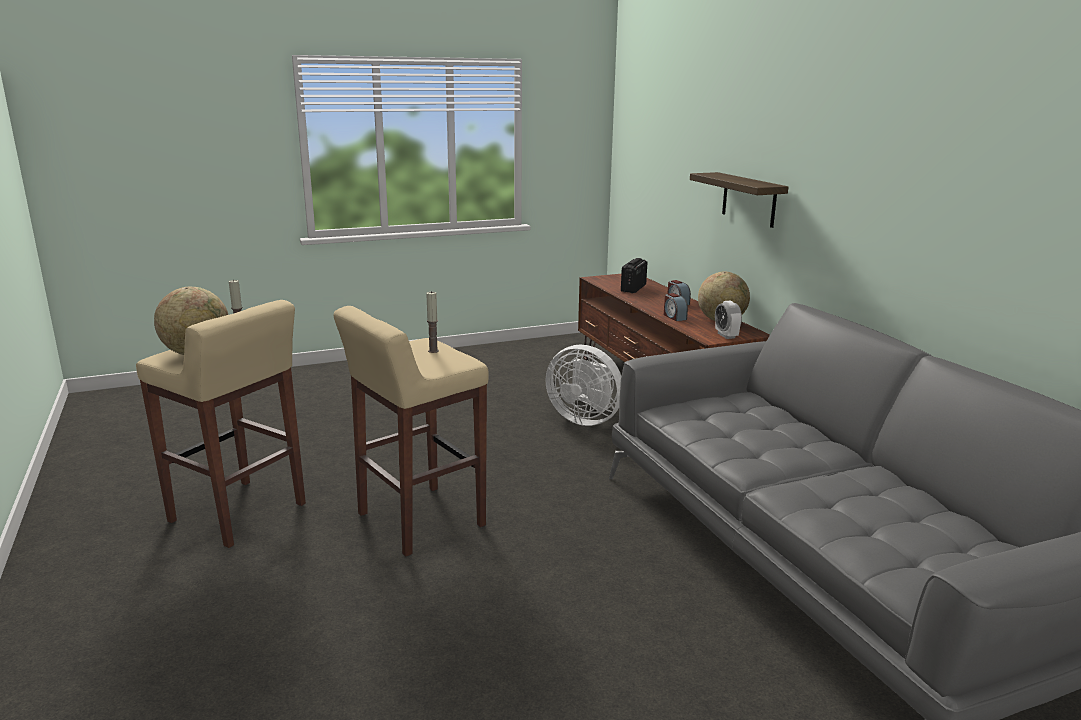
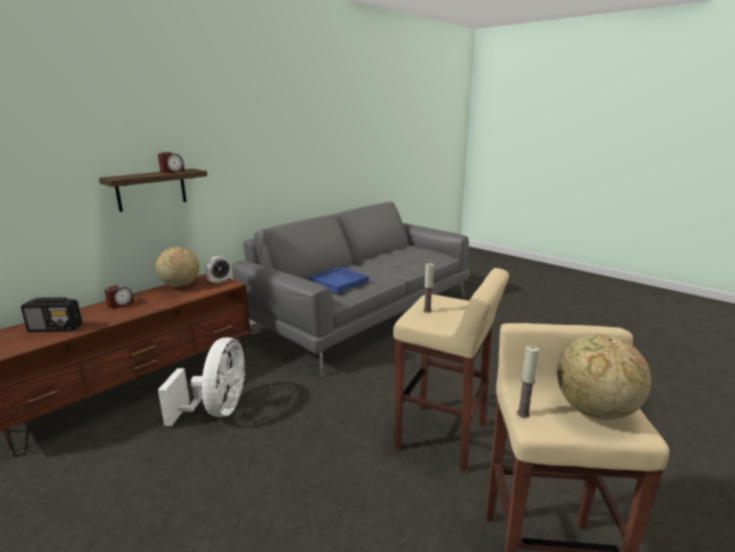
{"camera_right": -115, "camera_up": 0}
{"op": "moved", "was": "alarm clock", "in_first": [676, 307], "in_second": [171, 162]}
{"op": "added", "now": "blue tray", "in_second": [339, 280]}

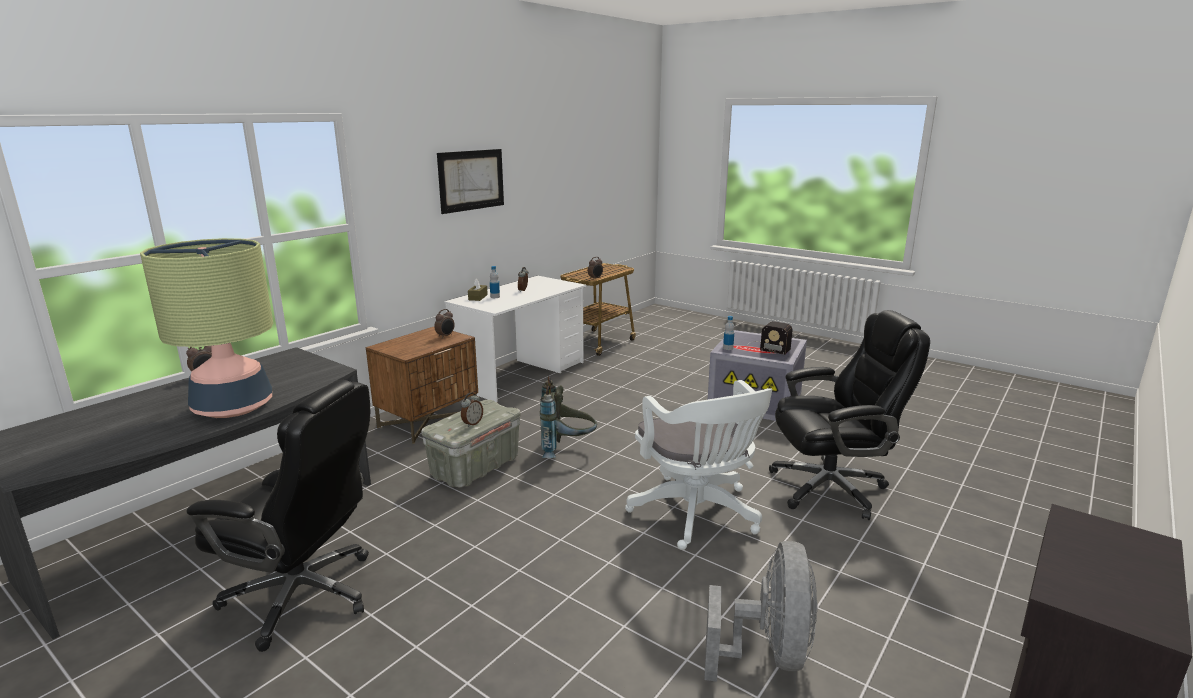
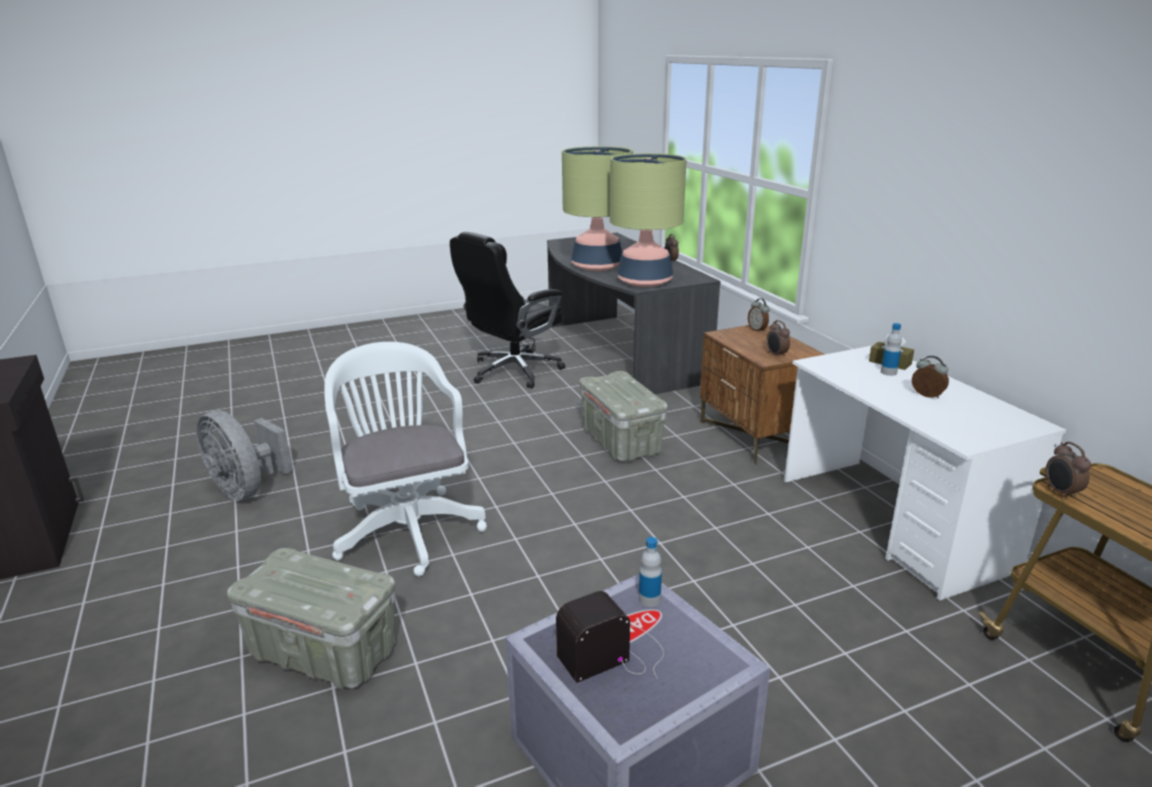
{"camera_right": 120, "camera_up": 5}
{"op": "removed", "was": "picture", "in_first": [470, 181]}
{"op": "moved", "was": "alarm clock", "in_first": [472, 410], "in_second": [759, 315]}
{"op": "removed", "was": "grey backpack", "in_first": [568, 417]}
{"op": "turned", "was": "white office chair", "in_first": [698, 465], "in_second": [405, 459], "clockwise": 60}
{"op": "replaced", "was": "black office chair", "now": "grey storage box", "in_first": [849, 415], "in_second": [311, 618]}
{"op": "added", "now": "table lamp", "in_second": [648, 220]}

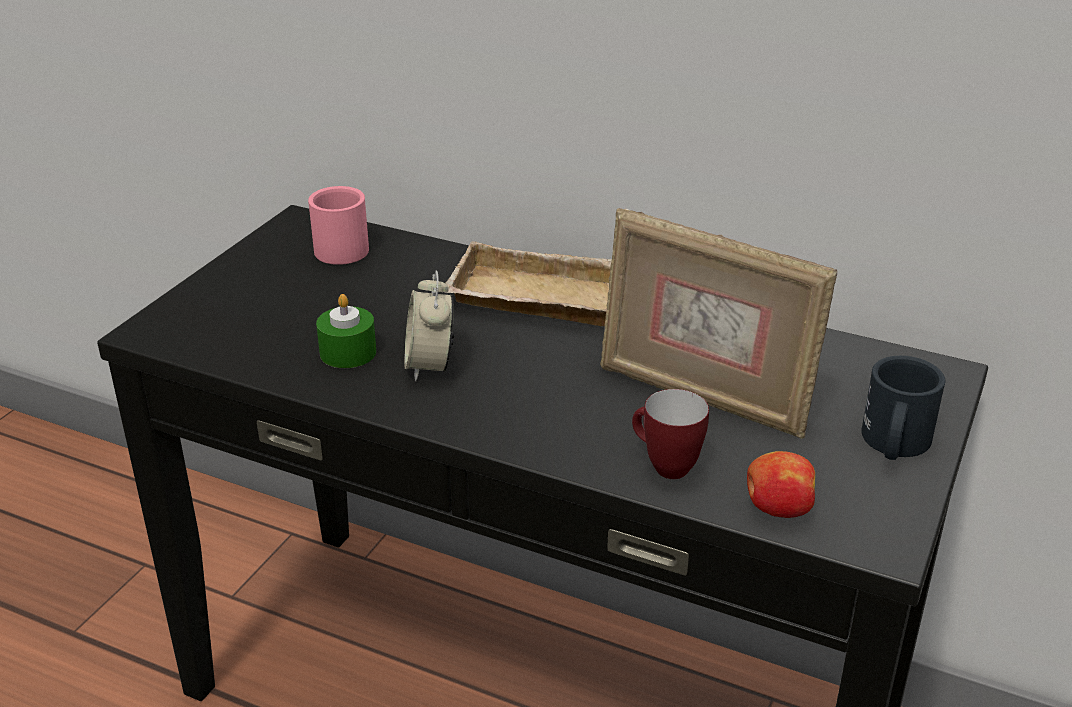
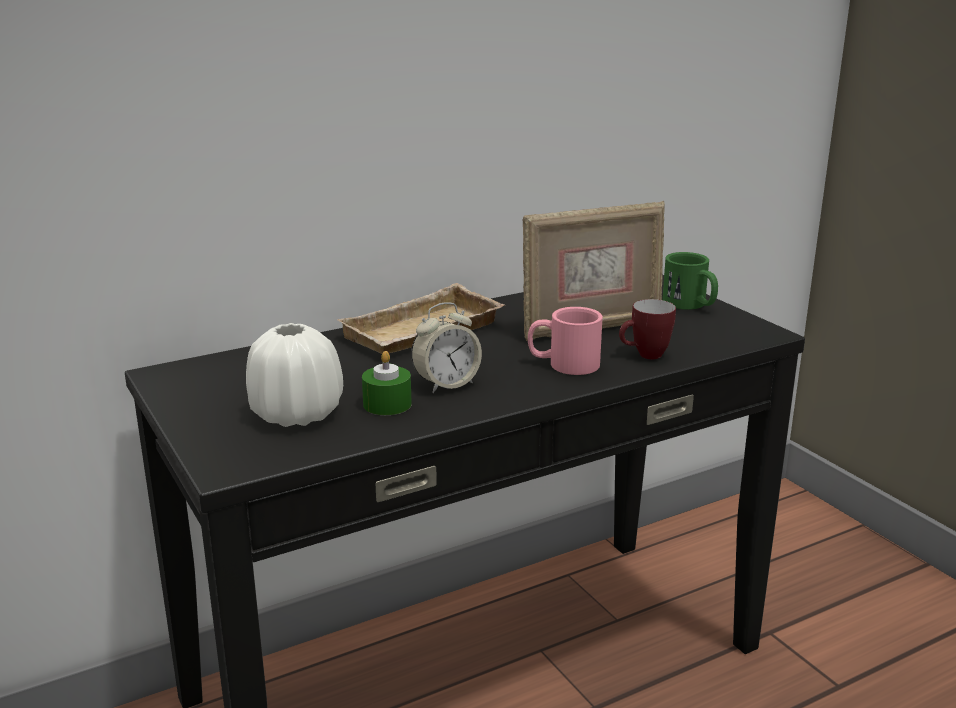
{"camera_right": -55, "camera_up": -10}
{"op": "moved", "was": "pink mug", "in_first": [338, 225], "in_second": [565, 341]}
{"op": "turned", "was": "alarm clock", "in_first": [429, 326], "in_second": [446, 347], "clockwise": -60}
{"op": "removed", "was": "apple", "in_first": [781, 484]}
{"op": "recoloured", "was": "black mug", "now": "green mug", "in_first": [903, 408], "in_second": [690, 280]}
{"op": "added", "now": "white vase", "in_second": [294, 375]}

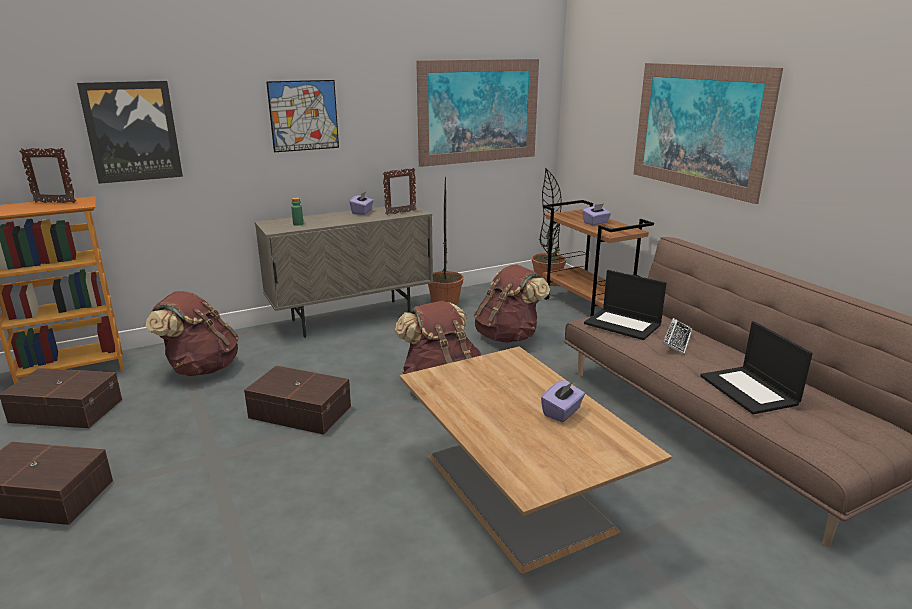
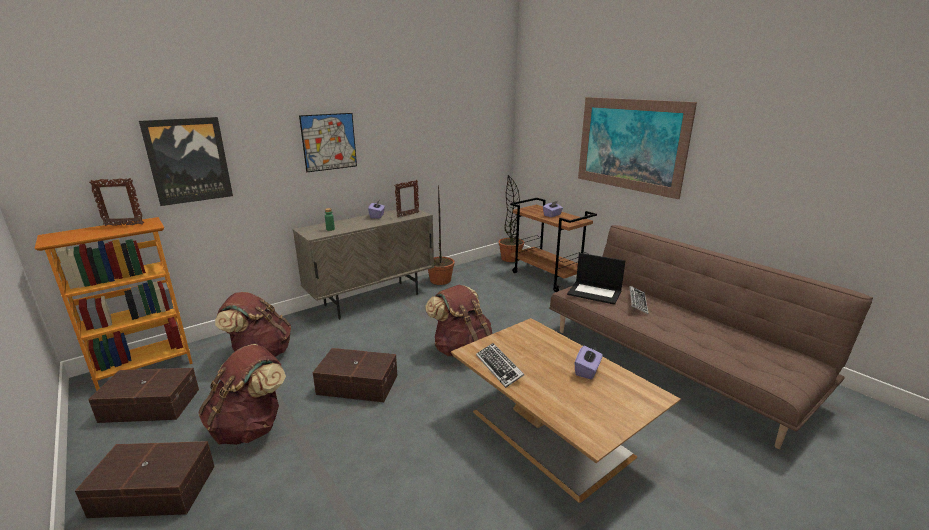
{"camera_right": -10, "camera_up": 0}
{"op": "removed", "was": "picture", "in_first": [477, 113]}
{"op": "moved", "was": "brown backpack", "in_first": [512, 303], "in_second": [242, 394]}
{"op": "removed", "was": "laptop", "in_first": [756, 367]}
{"op": "added", "now": "keyboard", "in_second": [500, 365]}

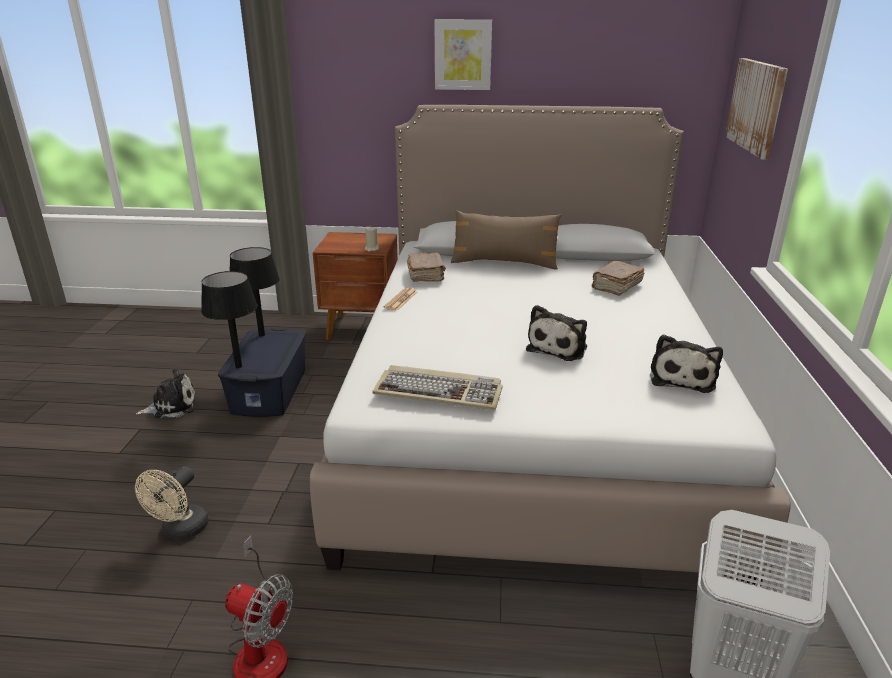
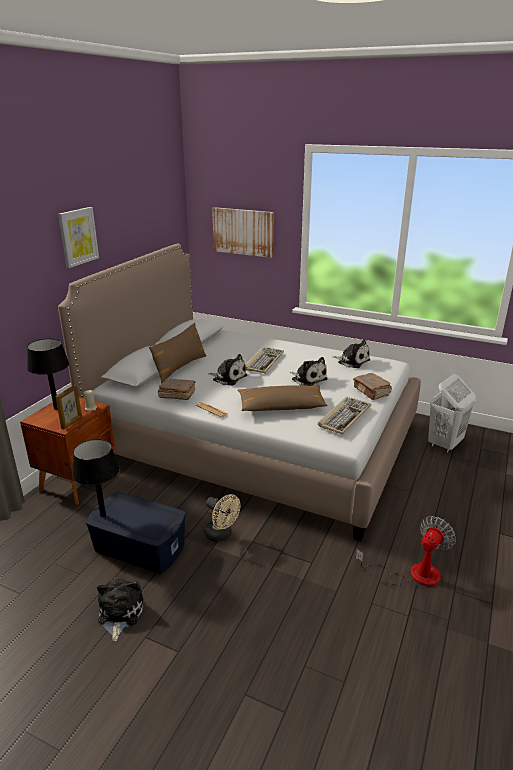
{"camera_right": -70, "camera_up": 0}
{"op": "moved", "was": "beige fan", "in_first": [172, 503], "in_second": [222, 518]}
{"op": "moved", "was": "black table lamp", "in_first": [229, 319], "in_second": [48, 374]}
{"op": "moved", "was": "brown book", "in_first": [618, 278], "in_second": [372, 386]}
{"op": "added", "now": "picture frame", "in_second": [69, 407]}
{"op": "added", "now": "plush toy", "in_second": [227, 369]}
{"op": "added", "now": "brown pillow", "in_second": [283, 398]}
{"op": "added", "now": "keyboard", "in_second": [264, 360]}

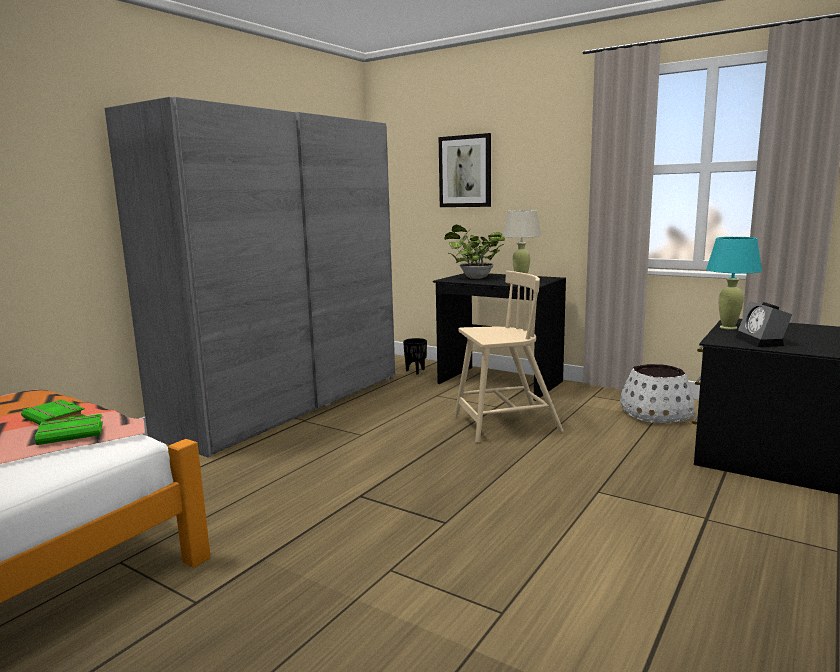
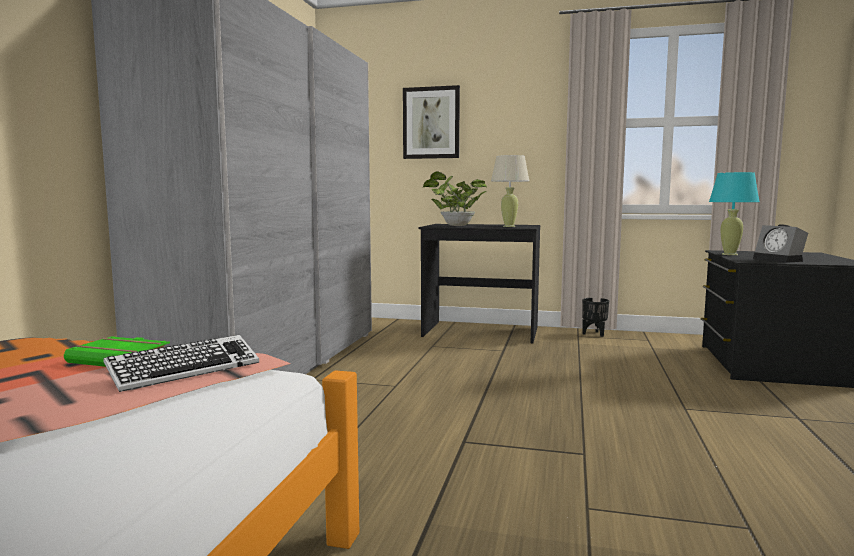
{"camera_right": -20, "camera_up": -5}
{"op": "replaced", "was": "green book", "now": "keyboard", "in_first": [69, 429], "in_second": [181, 363]}
{"op": "moved", "was": "black planter", "in_first": [415, 356], "in_second": [595, 317]}
{"op": "removed", "was": "beige chair", "in_first": [509, 357]}
{"op": "removed", "was": "white planter", "in_first": [657, 393]}

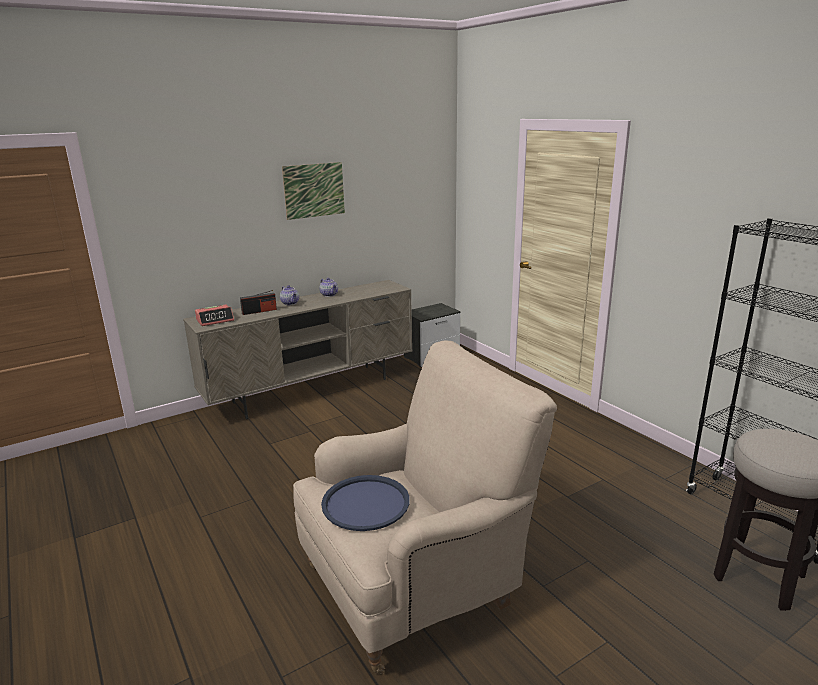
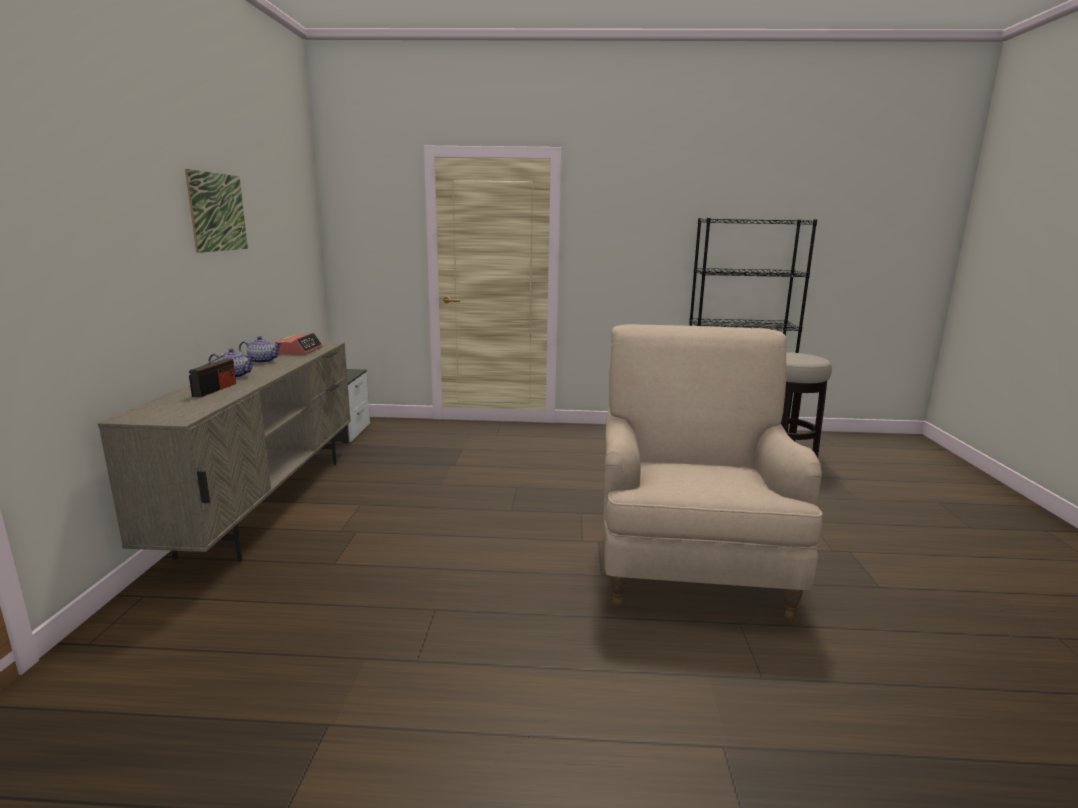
{"camera_right": -55, "camera_up": -5}
{"op": "moved", "was": "alarm clock", "in_first": [214, 315], "in_second": [298, 344]}
{"op": "removed", "was": "blue tray", "in_first": [365, 503]}

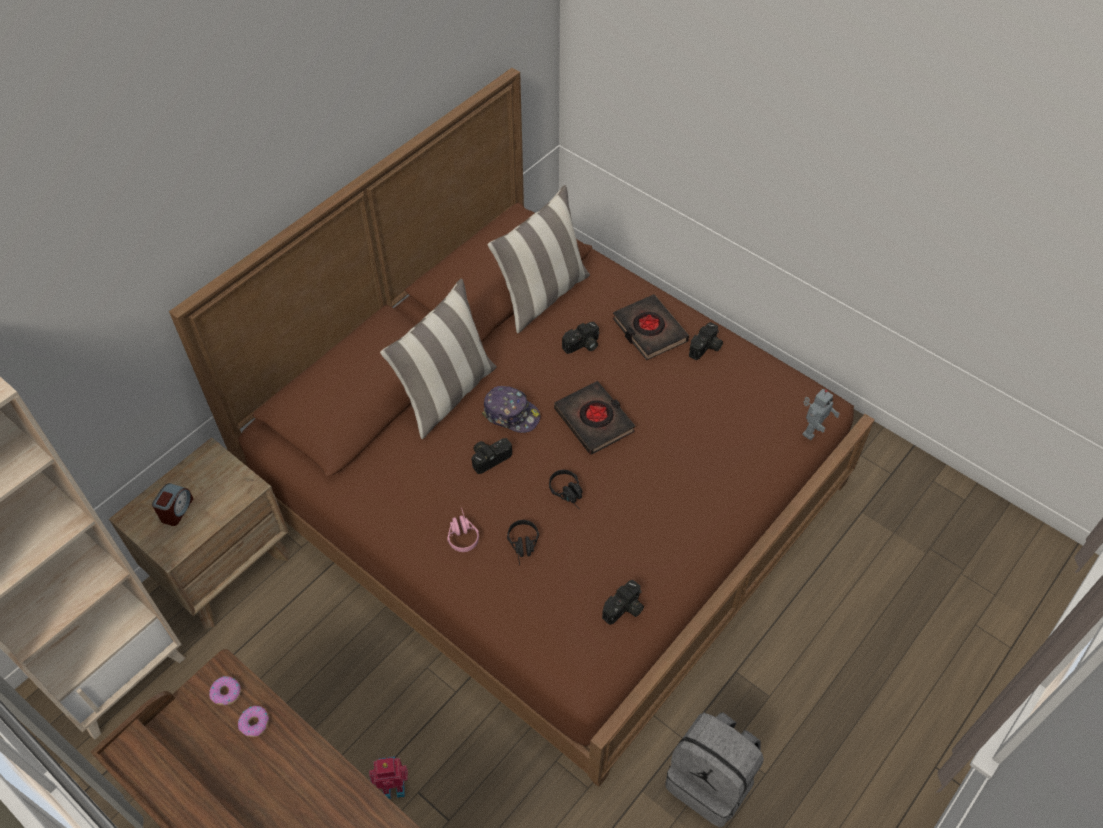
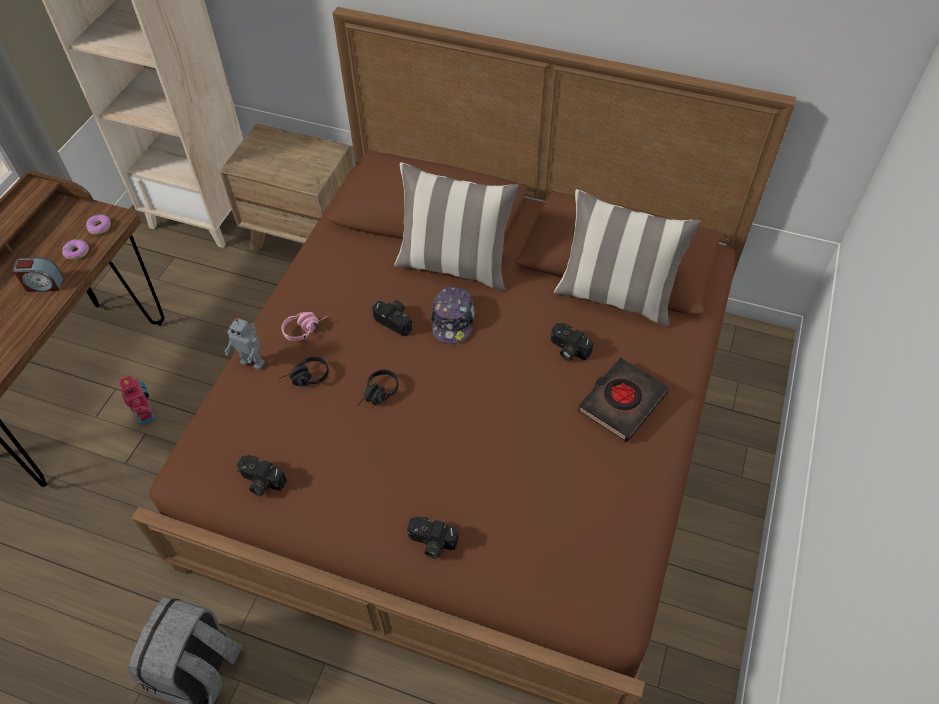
{"camera_right": 70, "camera_up": 0}
{"op": "moved", "was": "alarm clock", "in_first": [172, 504], "in_second": [37, 274]}
{"op": "removed", "was": "black book", "in_first": [595, 418]}
{"op": "moved", "was": "photo camera", "in_first": [706, 341], "in_second": [433, 537]}
{"op": "moved", "was": "toy robot", "in_first": [821, 414], "in_second": [244, 344]}

